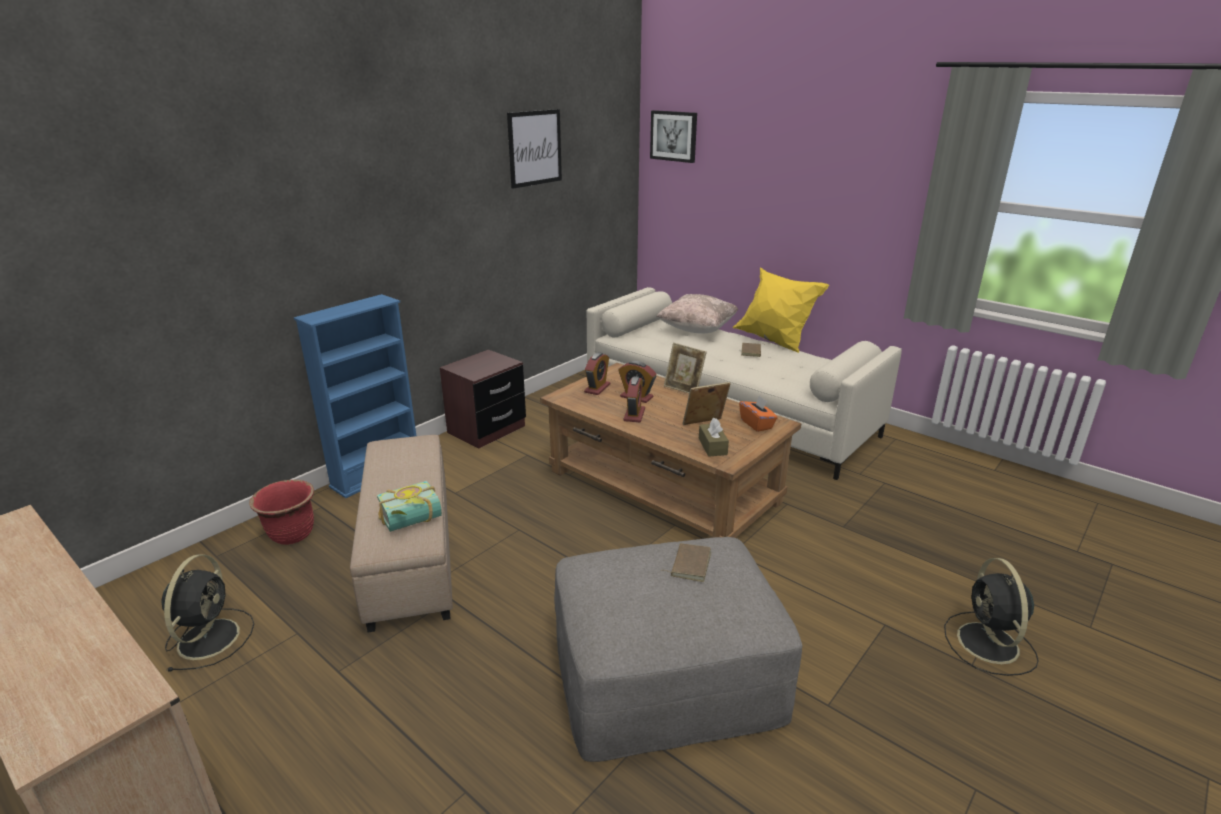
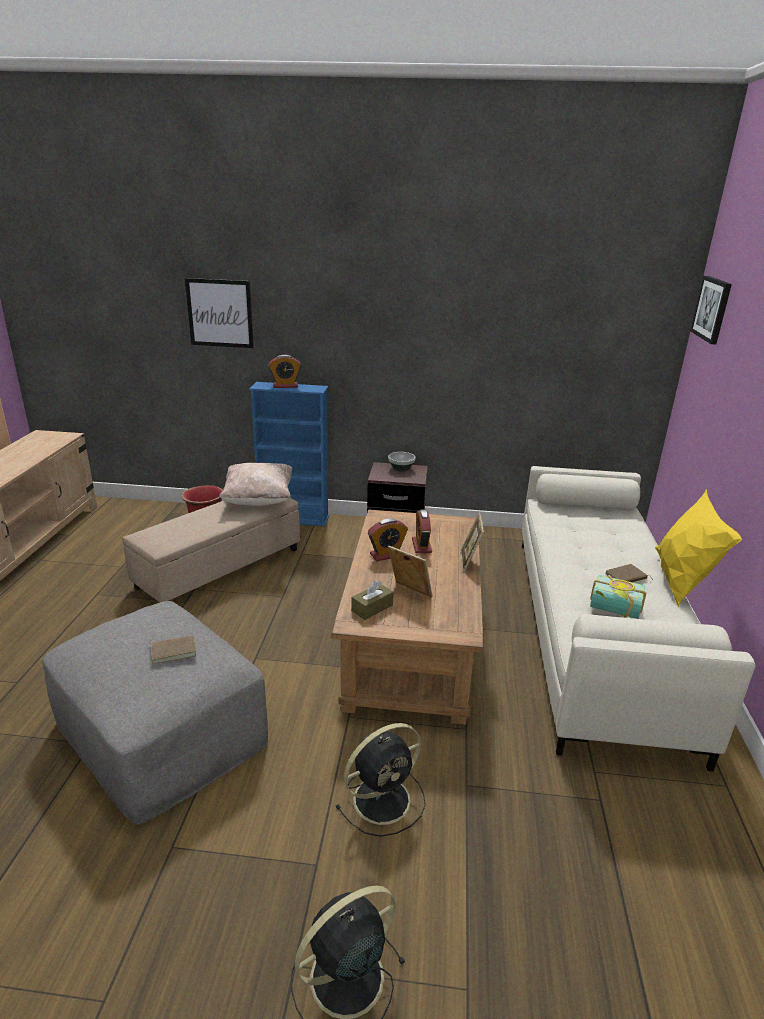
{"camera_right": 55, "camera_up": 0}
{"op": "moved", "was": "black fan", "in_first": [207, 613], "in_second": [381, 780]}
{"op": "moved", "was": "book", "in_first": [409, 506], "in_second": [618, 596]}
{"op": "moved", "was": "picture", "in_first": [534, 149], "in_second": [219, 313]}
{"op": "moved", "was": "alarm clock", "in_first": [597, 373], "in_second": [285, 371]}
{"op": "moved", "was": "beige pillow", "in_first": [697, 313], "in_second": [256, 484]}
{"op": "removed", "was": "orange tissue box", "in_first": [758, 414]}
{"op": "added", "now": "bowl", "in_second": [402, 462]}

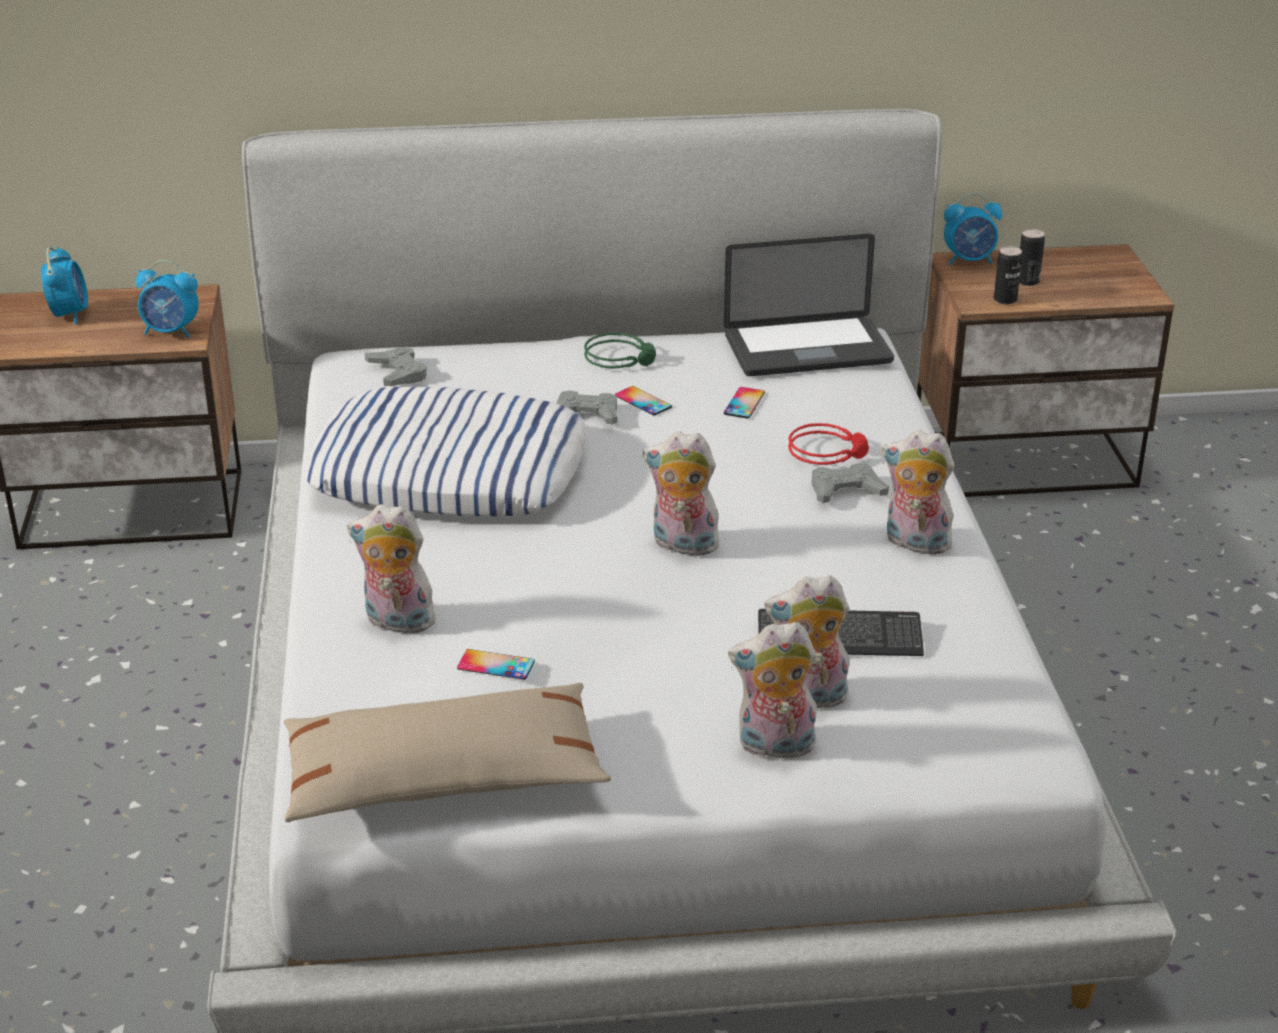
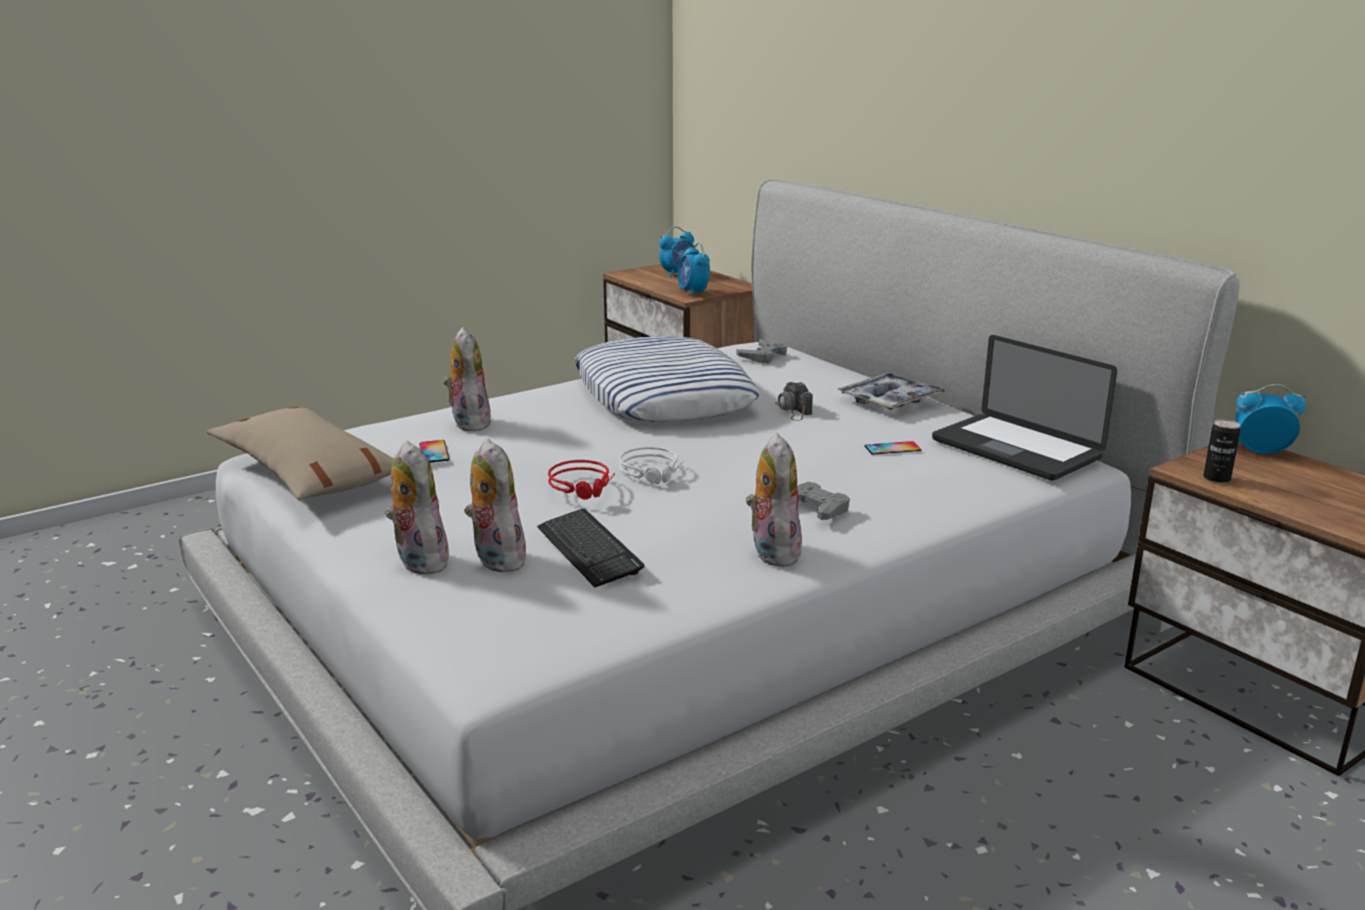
{"camera_right": 60, "camera_up": -10}
{"op": "replaced", "was": "grey game controller", "now": "photo camera", "in_first": [586, 408], "in_second": [794, 401]}
{"op": "replaced", "was": "green headphones", "now": "tray", "in_first": [620, 350], "in_second": [892, 391]}
{"op": "removed", "was": "phone", "in_first": [643, 401]}
{"op": "replaced", "was": "plush toy", "now": "white headphones", "in_first": [683, 493], "in_second": [651, 466]}
{"op": "moved", "was": "red headphones", "in_first": [828, 444], "in_second": [581, 480]}
{"op": "turned", "was": "alarm clock", "in_first": [973, 229], "in_second": [1270, 419], "clockwise": 135}
{"op": "removed", "was": "can", "in_first": [1032, 257]}

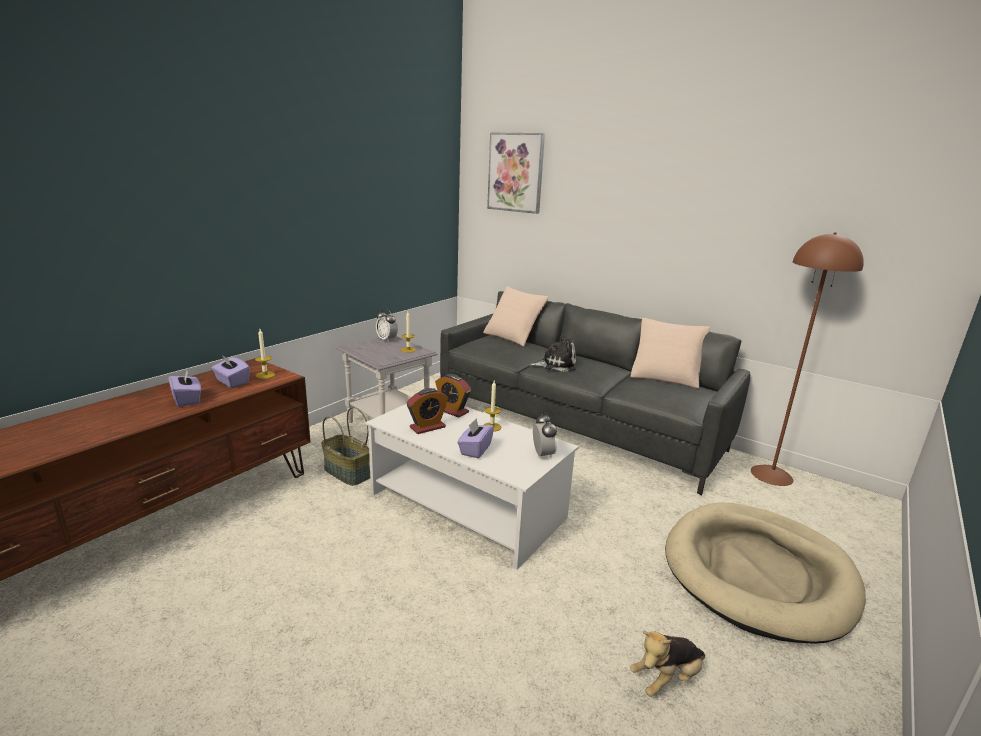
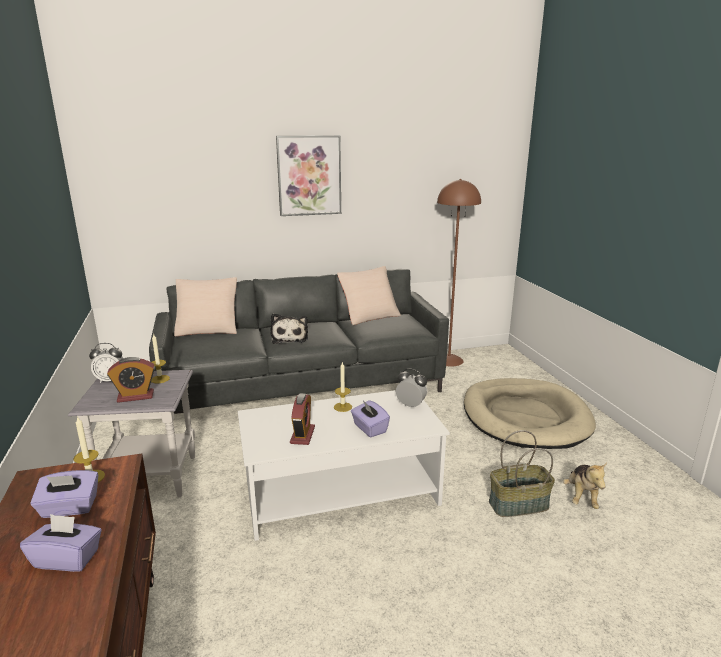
{"camera_right": -50, "camera_up": 0}
{"op": "moved", "was": "basket", "in_first": [345, 446], "in_second": [522, 473]}
{"op": "moved", "was": "alarm clock", "in_first": [453, 396], "in_second": [131, 380]}
{"op": "moved", "was": "picture", "in_first": [516, 173], "in_second": [308, 175]}
{"op": "turned", "was": "plush toy", "in_first": [553, 354], "in_second": [289, 328], "clockwise": 135}

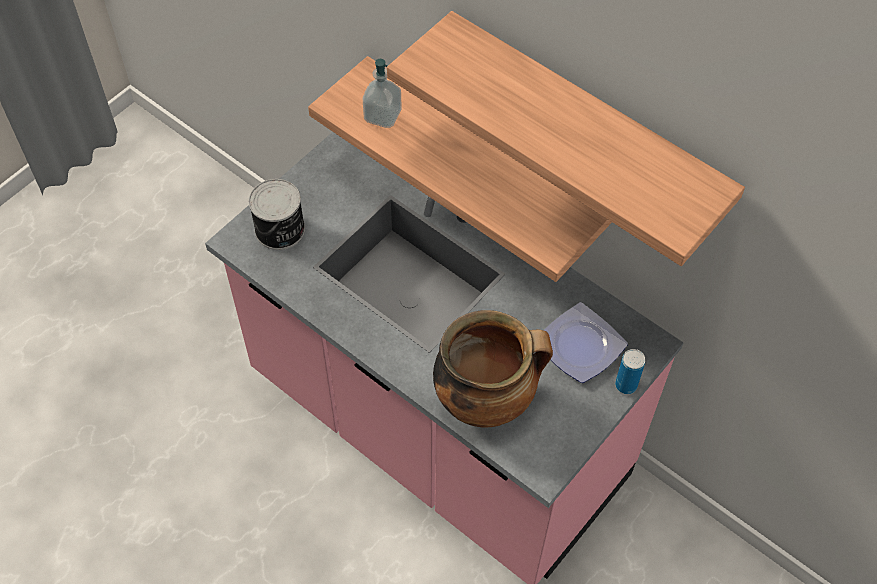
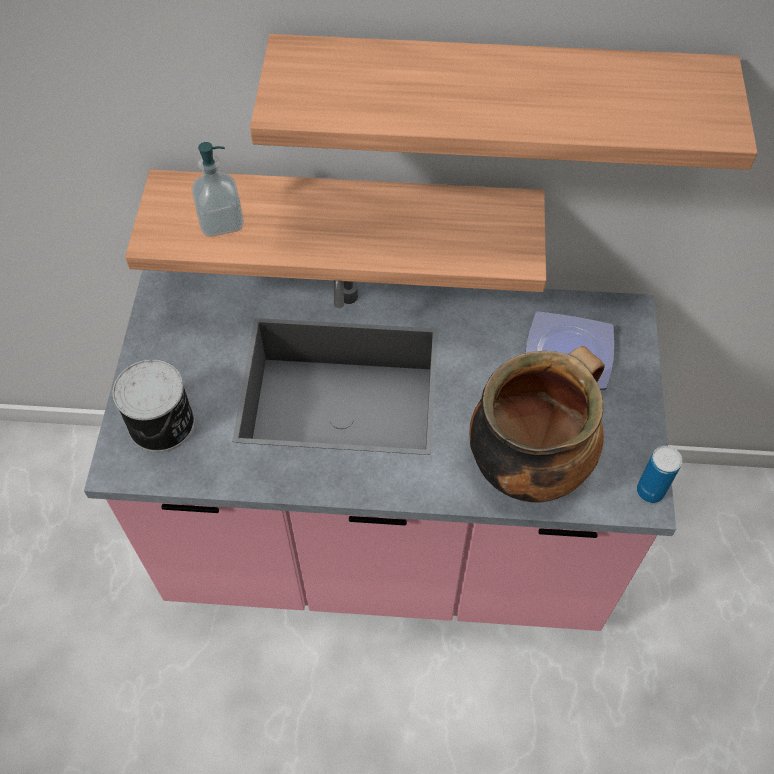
{"camera_right": -35, "camera_up": 0}
{"op": "moved", "was": "can", "in_first": [630, 371], "in_second": [659, 474]}

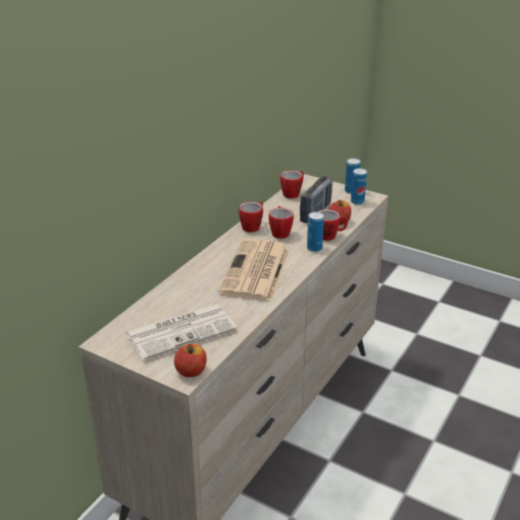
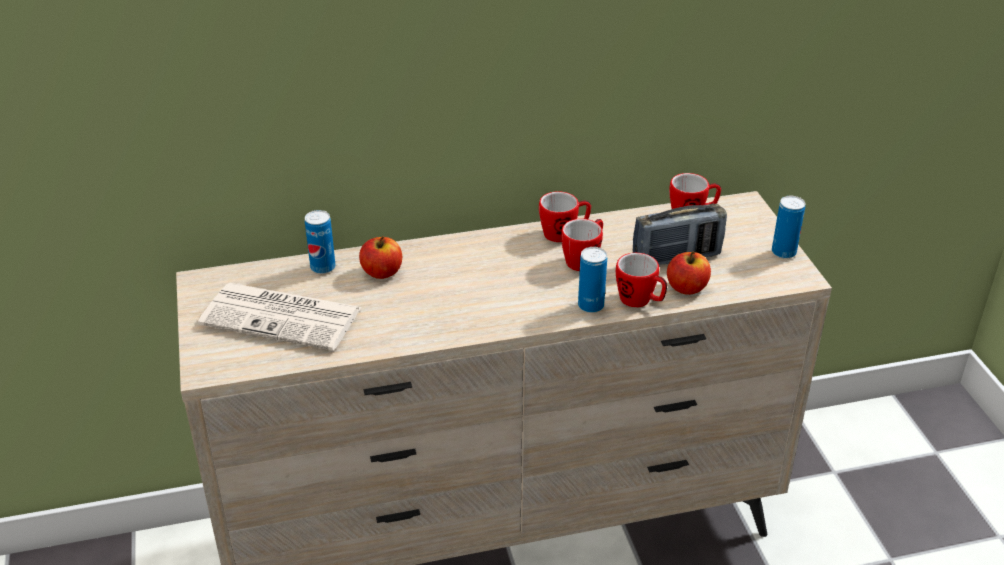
{"camera_right": 45, "camera_up": 5}
{"op": "moved", "was": "apple", "in_first": [190, 360], "in_second": [380, 257]}
{"op": "removed", "was": "newspaper", "in_first": [254, 270]}
{"op": "moved", "was": "can", "in_first": [359, 186], "in_second": [320, 242]}

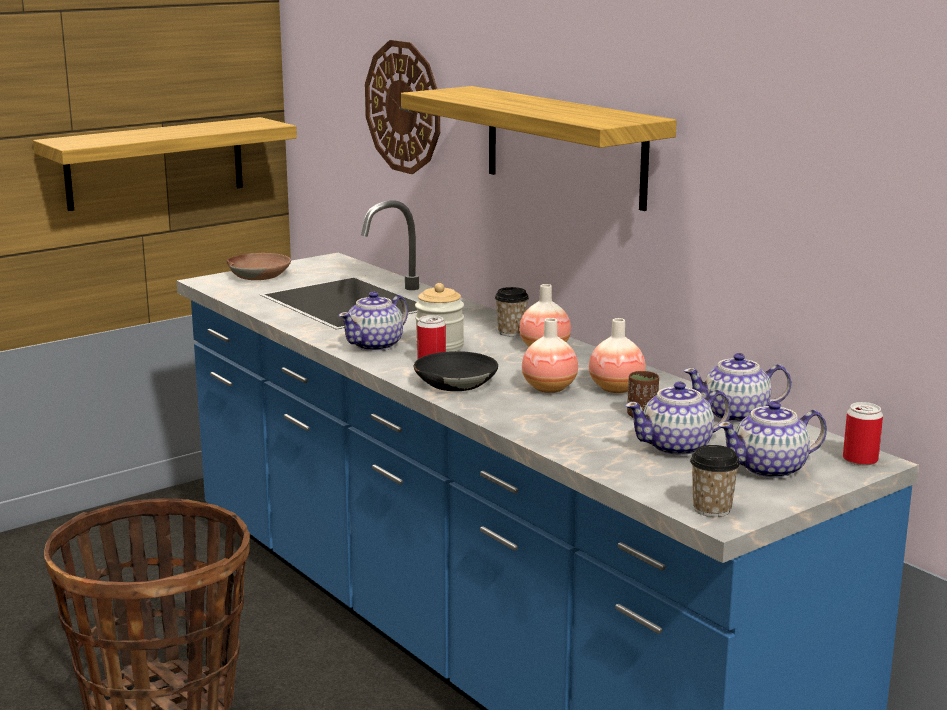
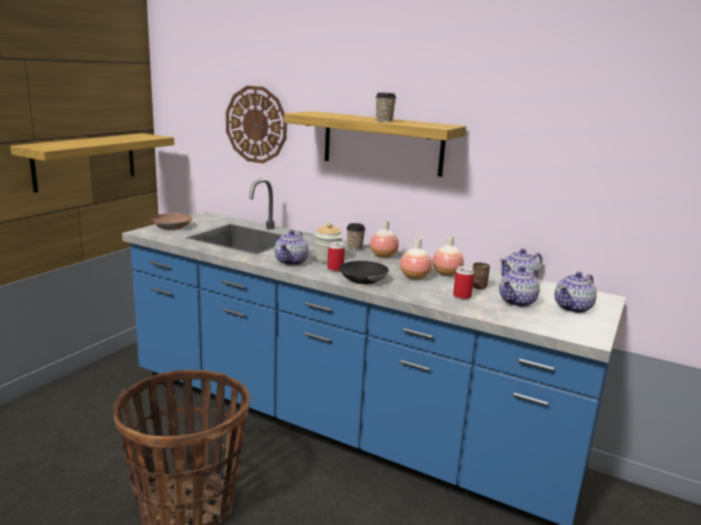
{"camera_right": -25, "camera_up": 0}
{"op": "moved", "was": "cup", "in_first": [715, 481], "in_second": [386, 106]}
{"op": "moved", "was": "can", "in_first": [863, 434], "in_second": [463, 282]}

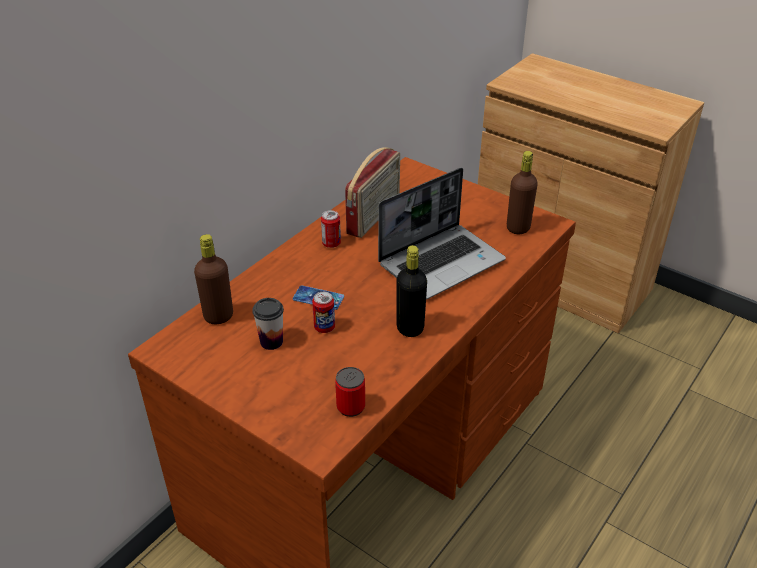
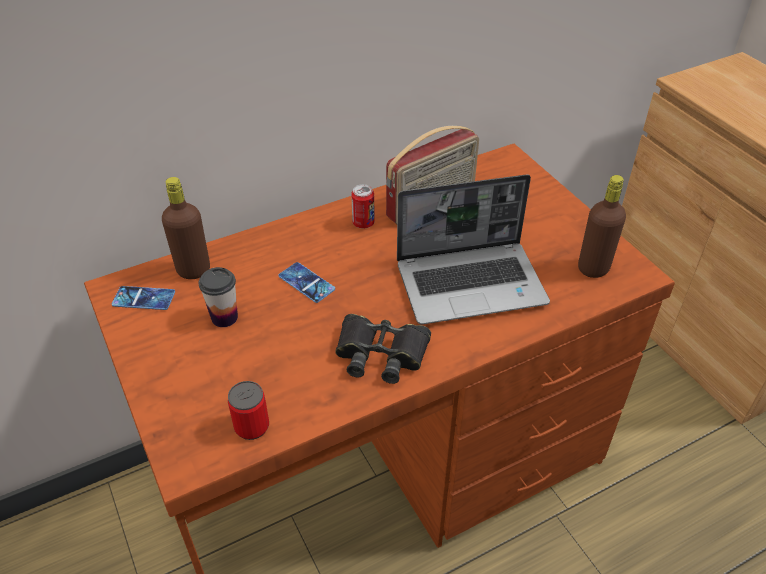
{"camera_right": 25, "camera_up": 5}
{"op": "removed", "was": "can", "in_first": [323, 312]}
{"op": "replaced", "was": "black bottle", "now": "black binoculars", "in_first": [411, 291], "in_second": [383, 349]}
{"op": "added", "now": "phone", "in_second": [143, 298]}

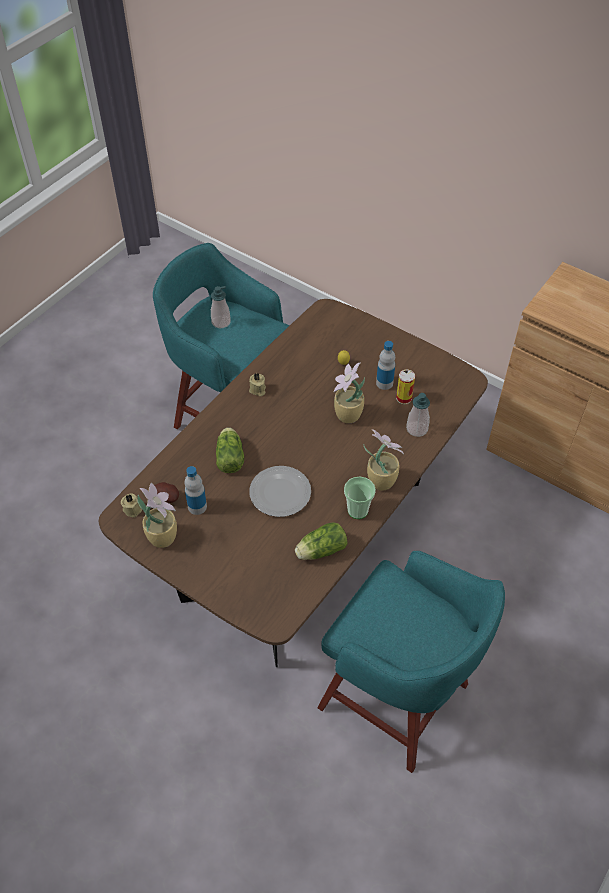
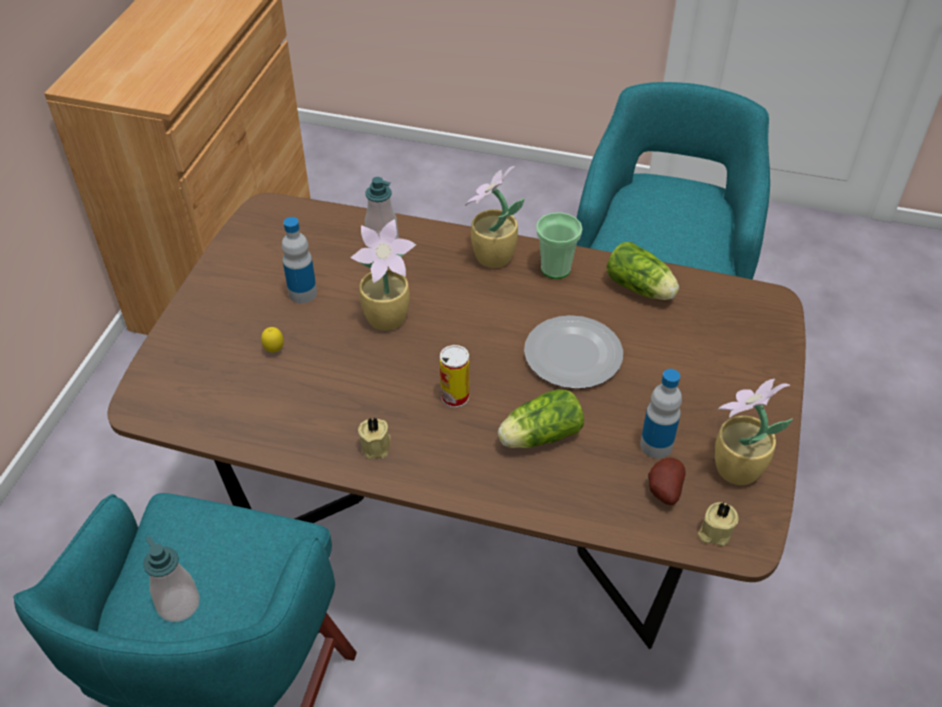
{"camera_right": -110, "camera_up": -5}
{"op": "moved", "was": "can", "in_first": [405, 386], "in_second": [454, 376]}

